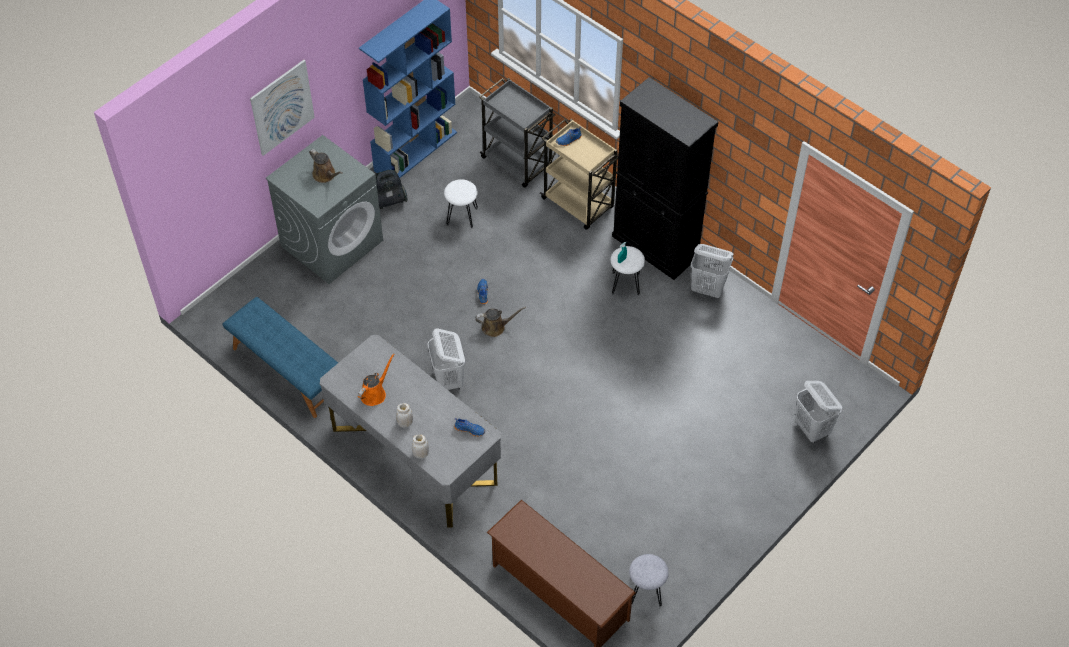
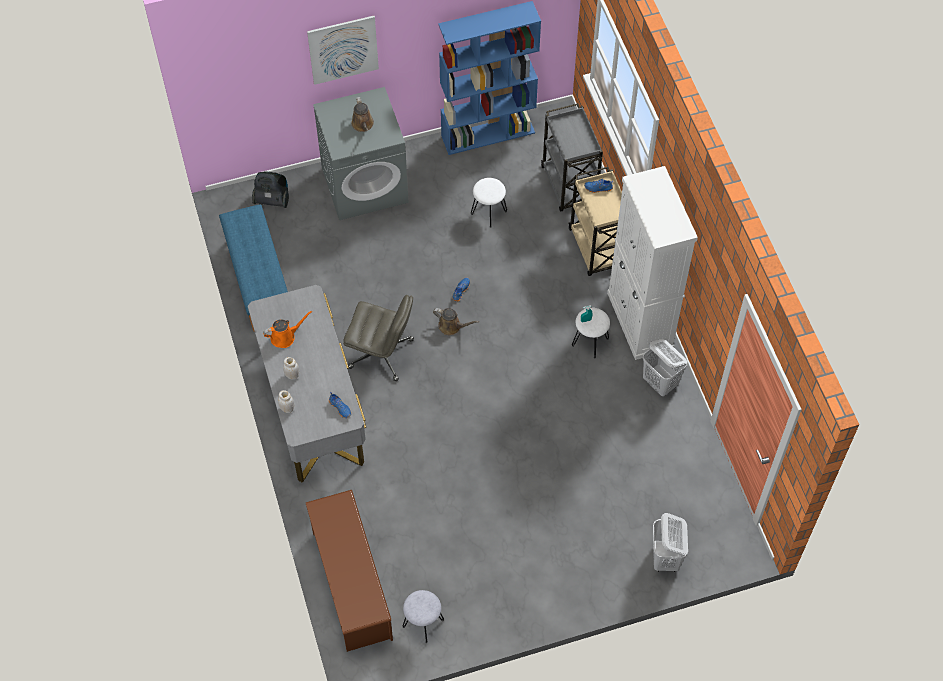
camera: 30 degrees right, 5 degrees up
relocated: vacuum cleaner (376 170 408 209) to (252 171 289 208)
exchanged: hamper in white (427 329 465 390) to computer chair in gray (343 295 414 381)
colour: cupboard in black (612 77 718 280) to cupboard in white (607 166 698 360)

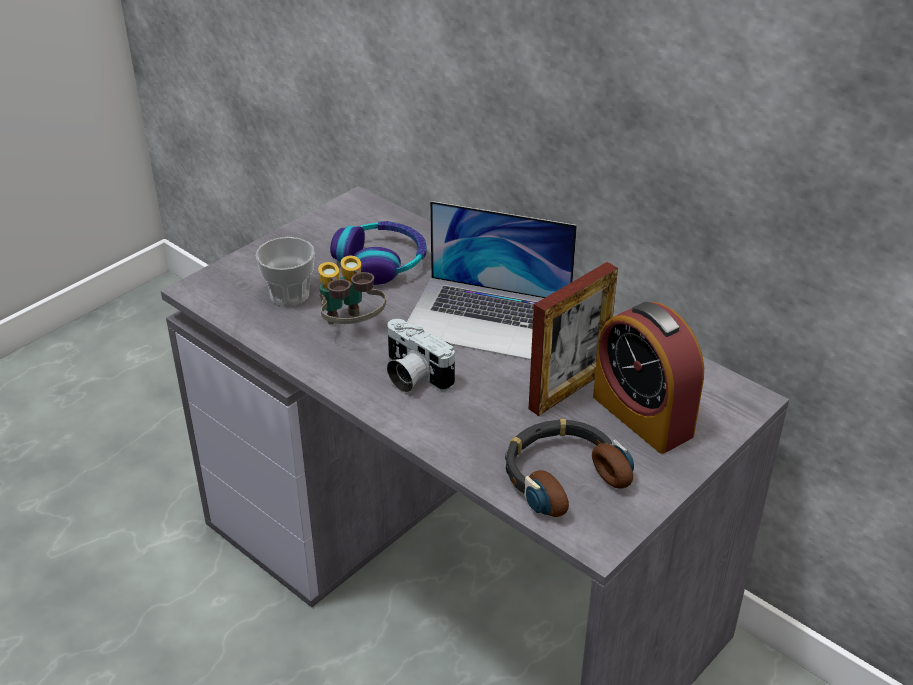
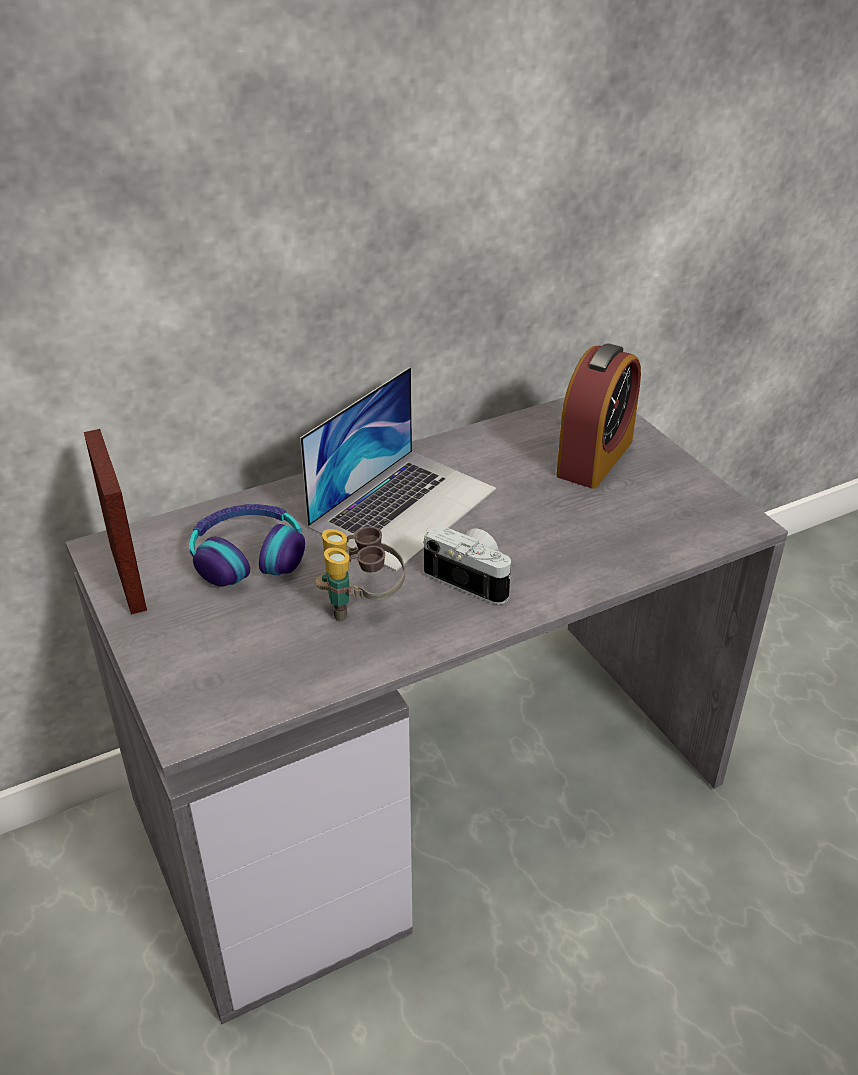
camera: 70 degrees left, 0 degrees up
missing: cup (256 237 315 306); headset (505 419 634 517)
relocated: standing frame (529 262 618 416) to (84 429 147 615)
spun: alarm clock (593 302 704 454) = (556 343 641 489) 45 degrees counterclockwise; photo camera (387 319 455 393) = (423 524 512 605) 120 degrees counterclockwise

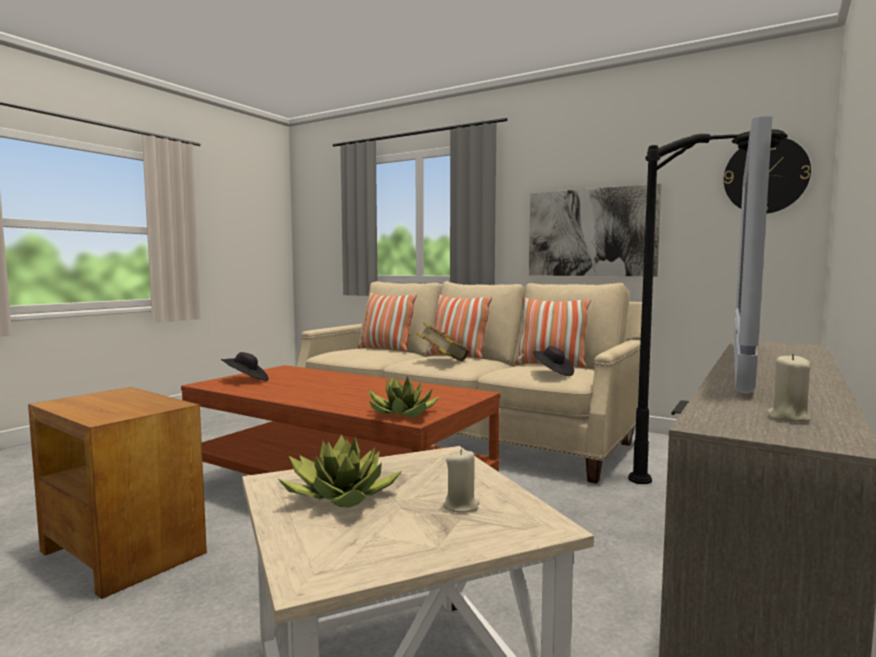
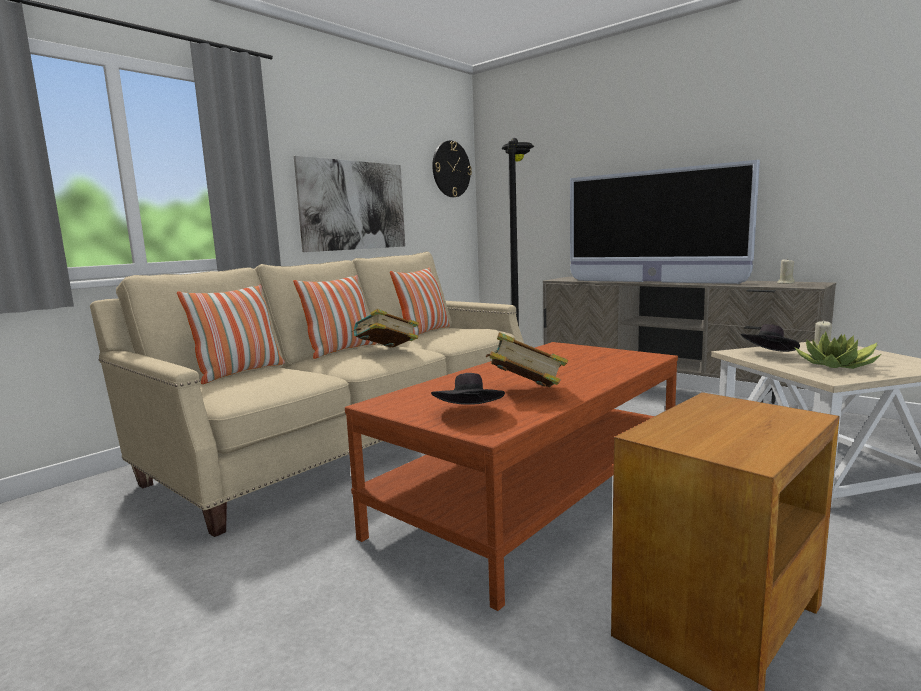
camera: 80 degrees left, 5 degrees up
missing: potted plant (368 376 439 418)
appeared: book (486 332 568 387)
relocated: clothing hat in black (533 346 574 376) to (741 324 800 352)

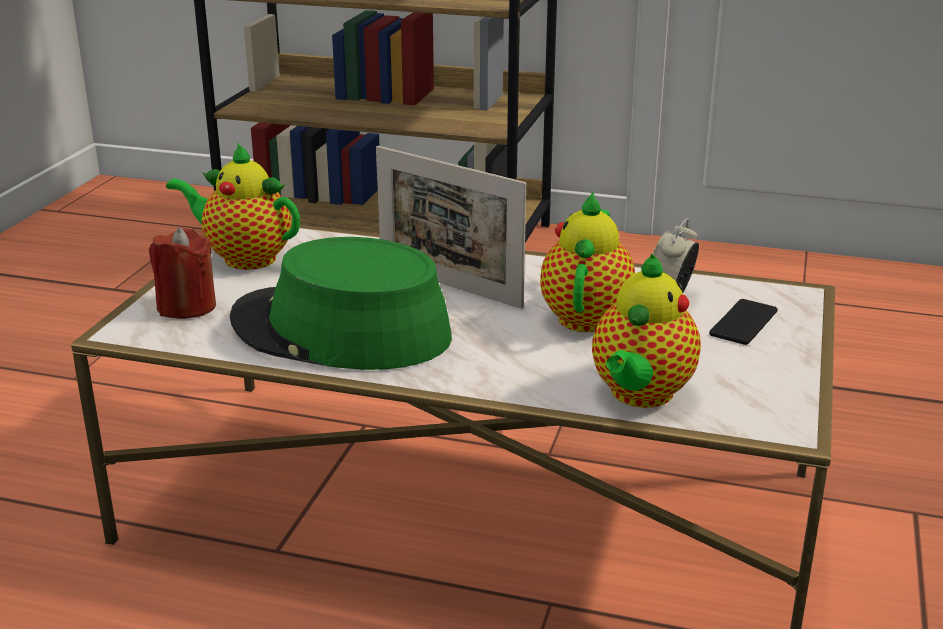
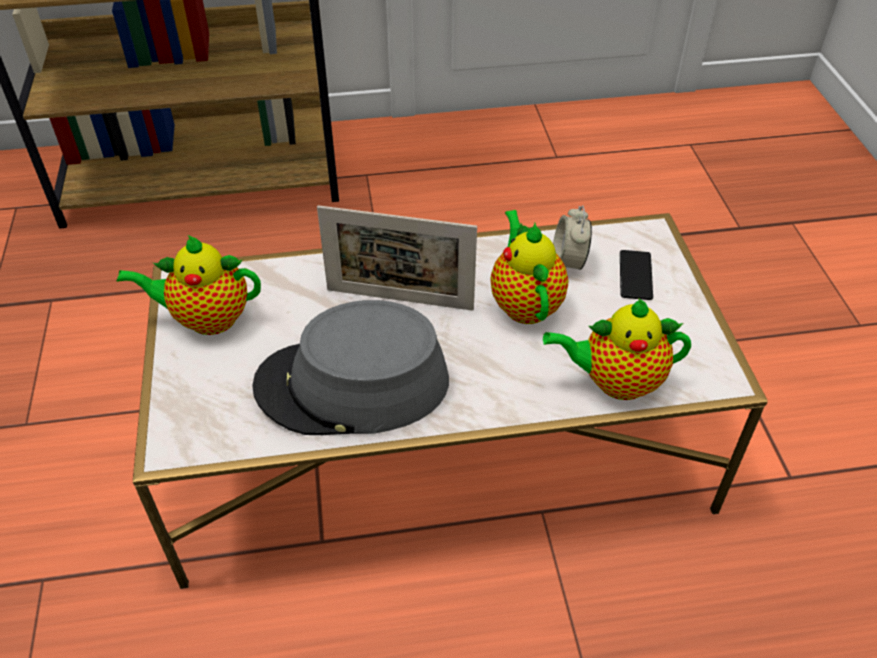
camera: 25 degrees left, 20 degrees up
missing: wax light in red-coloured (149 227 216 319)
colour: clothing hat in greenish (230 237 452 370) to clothing hat in gray (252 300 449 435)
spun: pot for tea (592 253 701 408) = (543 298 691 400) 90 degrees clockwise

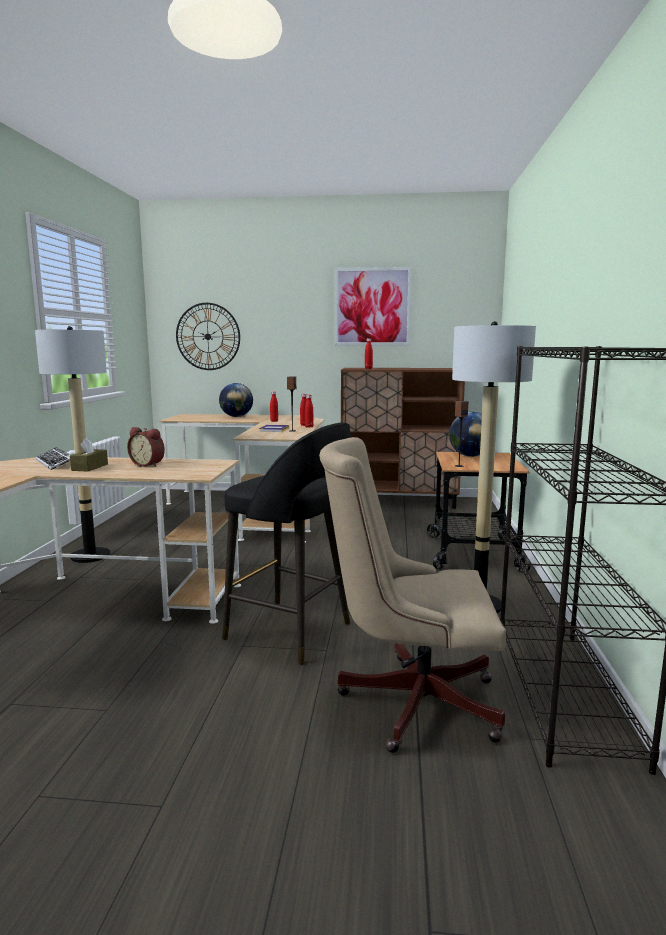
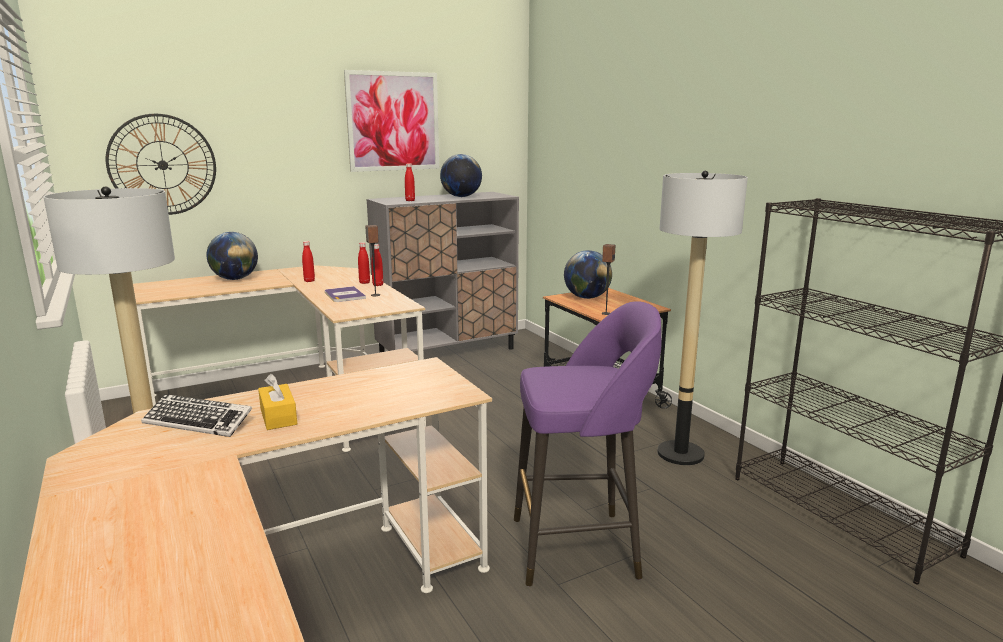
camera: 35 degrees left, 5 degrees up
missing: alarm clock (127 427 165 467); computer chair in beige-coloured (319 437 506 753)
appeared: world globe (440 154 482 197)
colour: cupboard in brown (341 368 465 509) to cupboard in gray (367 192 519 353); sitting stool in black (222 422 351 665) to sitting stool in purple-coloured (514 301 662 586); tissue holder in brown (70 438 108 472) to tissue holder in yellowish (258 374 297 430)

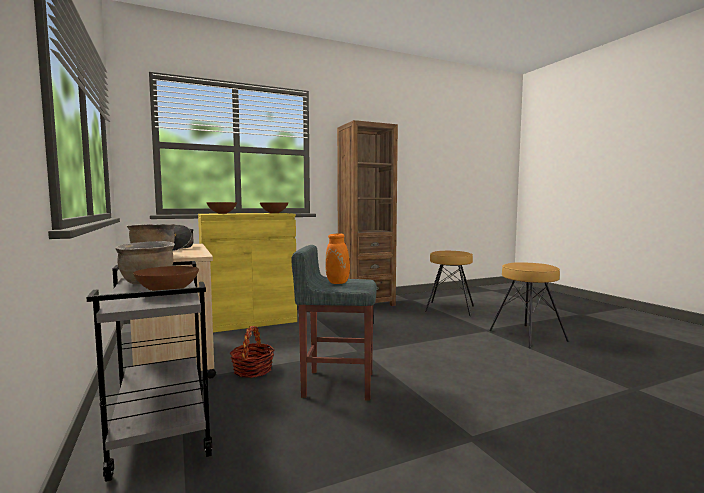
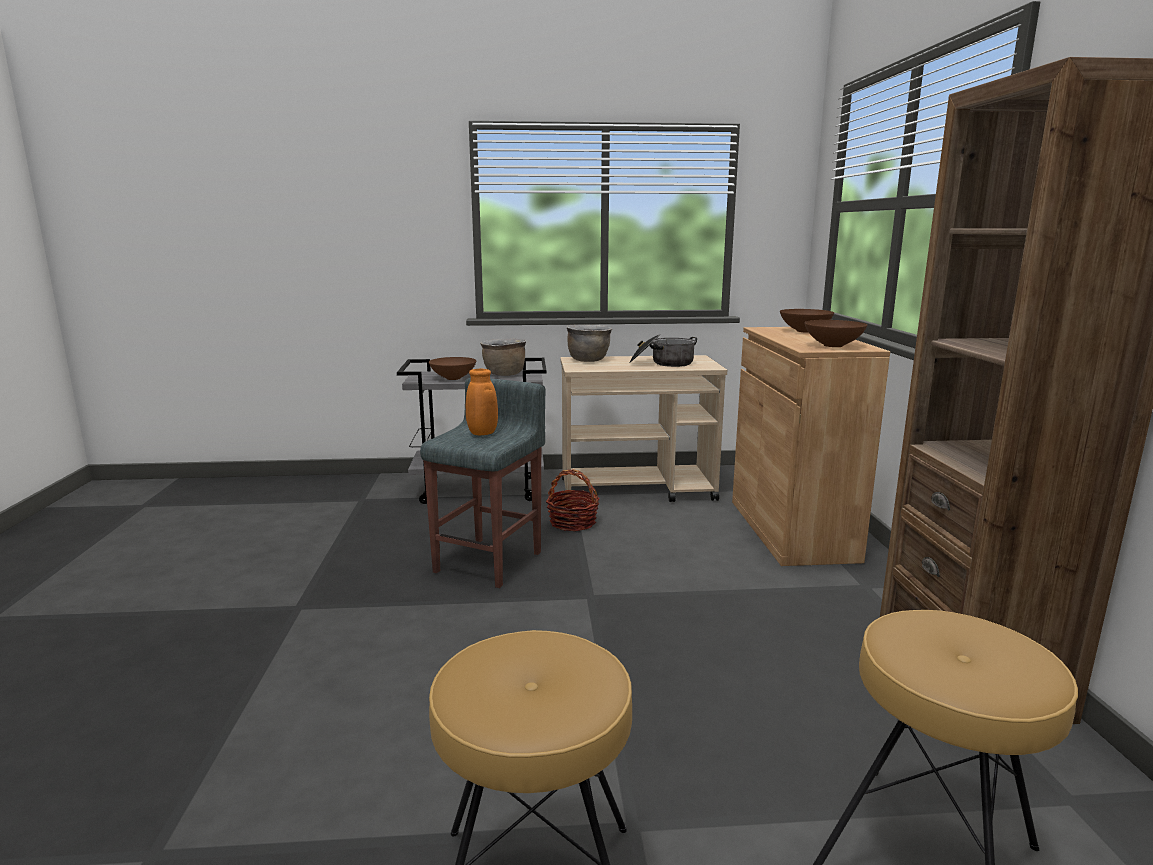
camera: 110 degrees right, 10 degrees up
colour: cupboard in yellowish (198 213 297 332) to cupboard in brown (732 327 890 566)

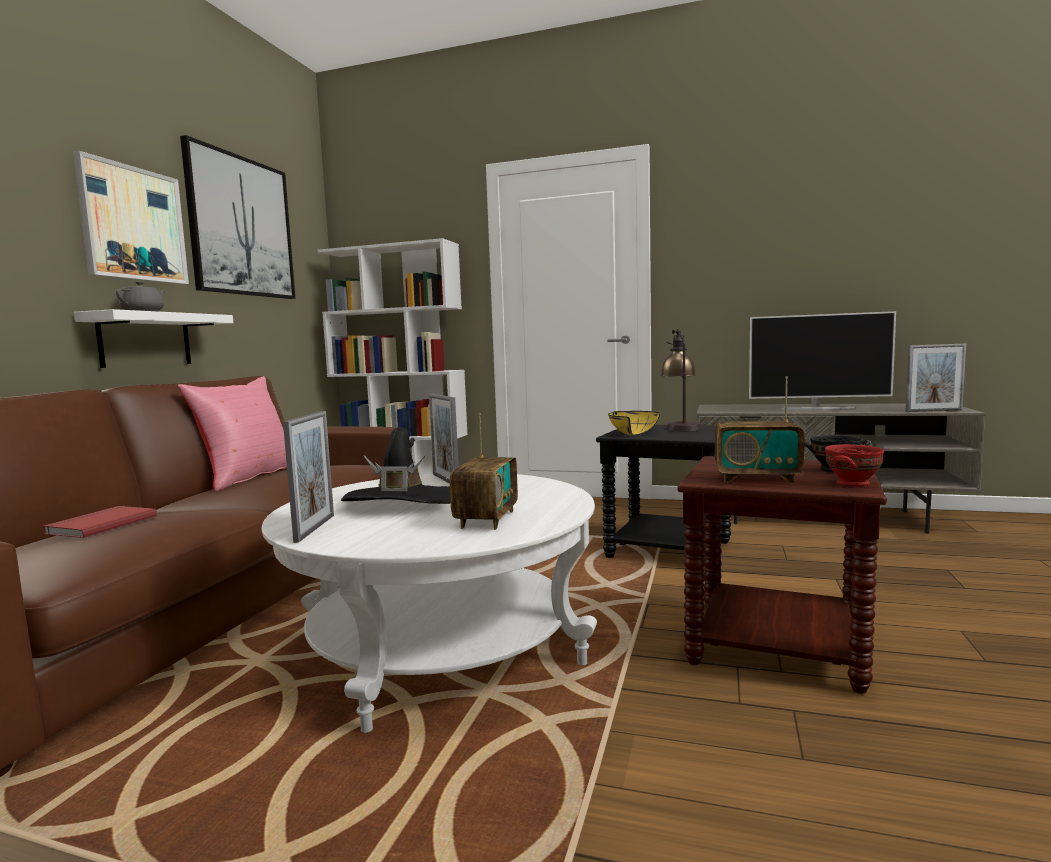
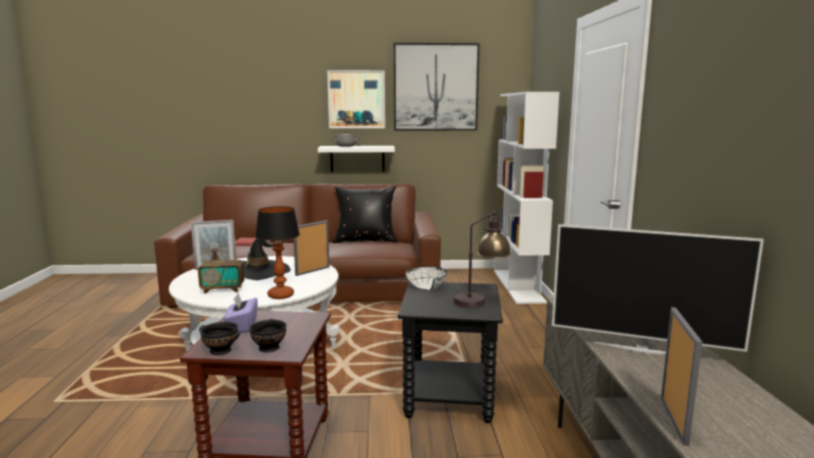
camera: 70 degrees right, 5 degrees up
appeared: table lamp (255 206 300 299)
exchanged: radio receiver (715 376 805 484) to tissue holder in purple-coloured (224 293 258 333)
colour: pillow in pink-coloured (178 376 287 491) to pillow in black (332 186 398 243); serving bowl in yellowish (608 411 660 435) to serving bowl in white (405 266 447 291); serving bowl in red-coloured (825 444 884 487) to serving bowl in black (199 322 240 355)
spun: TV set (749 311 896 409) = (552 224 764 355) 60 degrees counterclockwise; standing frame (906 344 966 412) = (661 307 702 446) 150 degrees counterclockwise

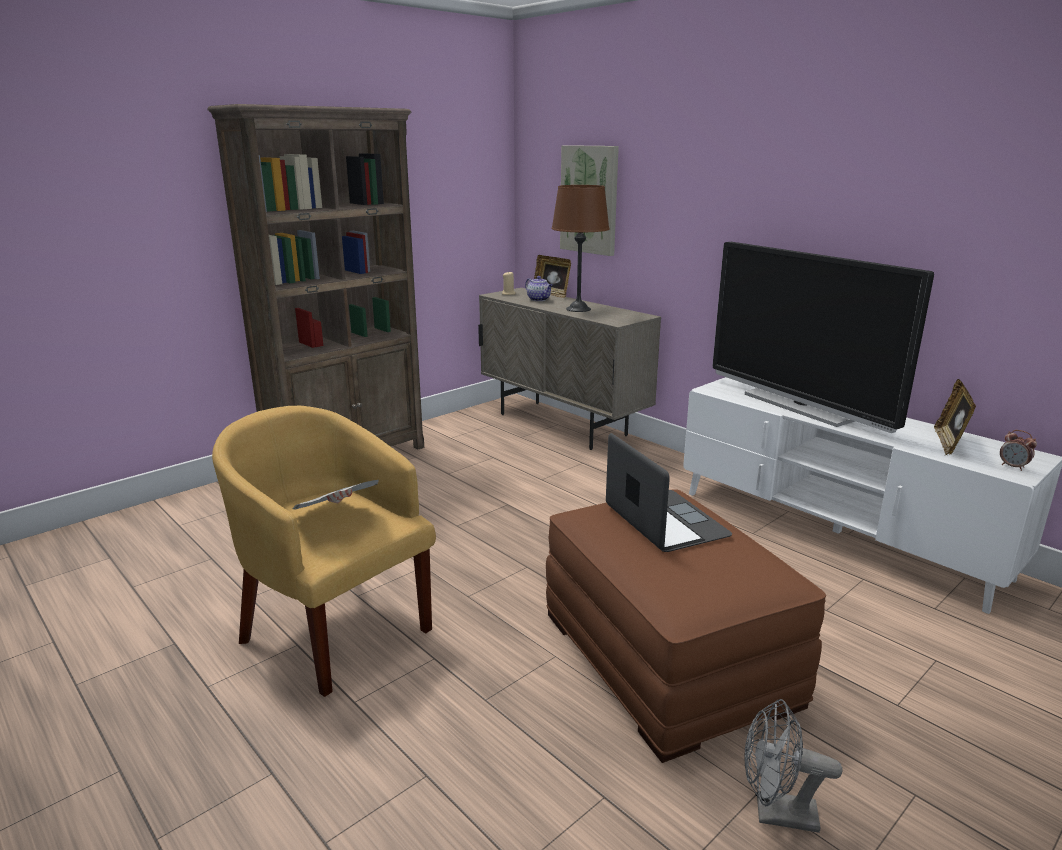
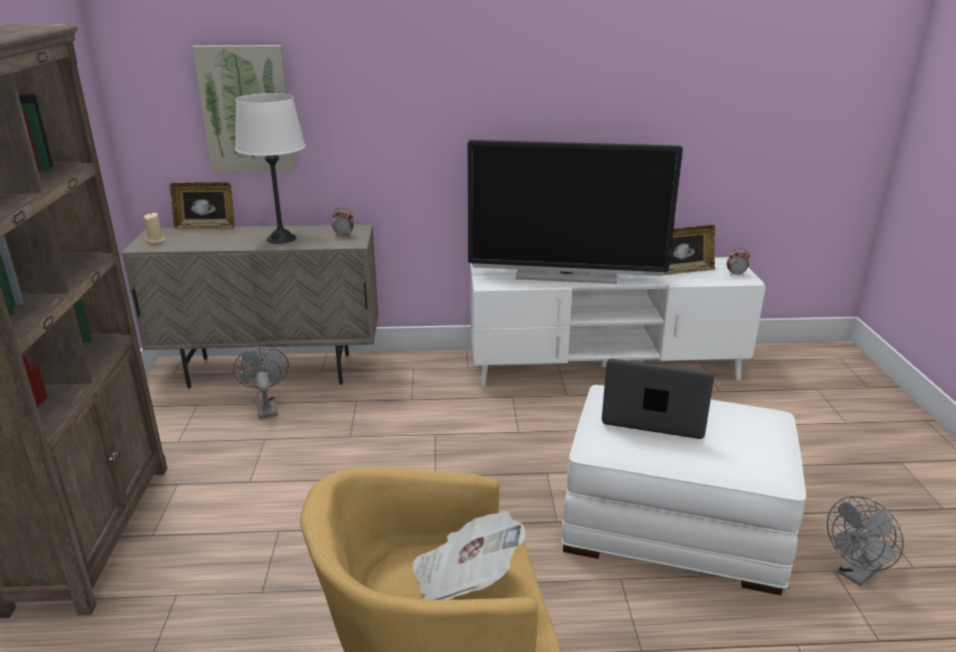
camera: 50 degrees left, 5 degrees up
missing: pot for tea (525 276 553 301)
appeared: alarm clock (332 208 354 237); electric fan in gray (233 346 289 419)
colour: table lamp in brown (552 185 609 312) to table lamp in white (235 93 305 244); ottoman in brown (546 489 826 763) to ottoman in white (562 385 806 595)
spun: standing frame (934 379 976 455) = (664 225 715 275) 75 degrees counterclockwise

